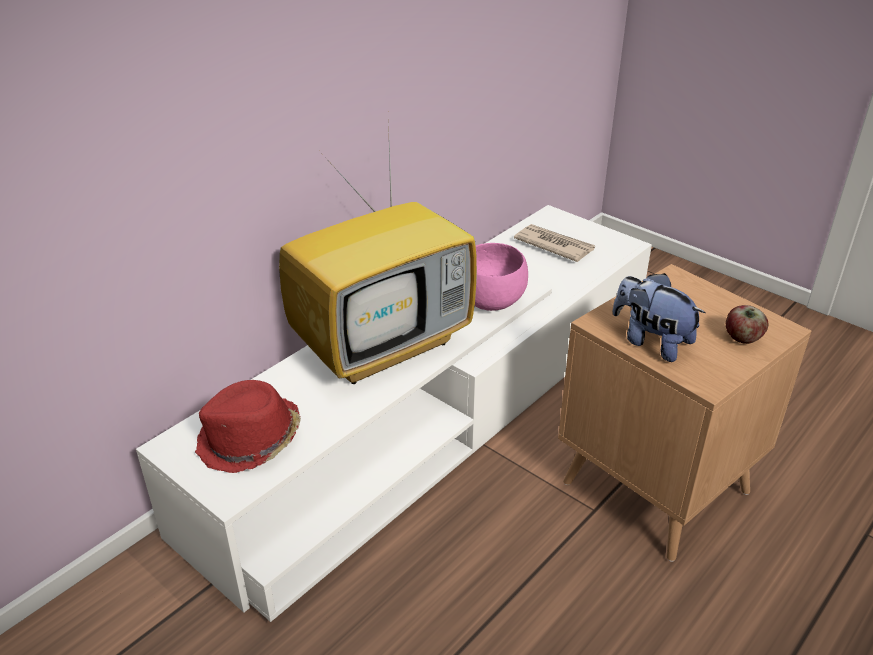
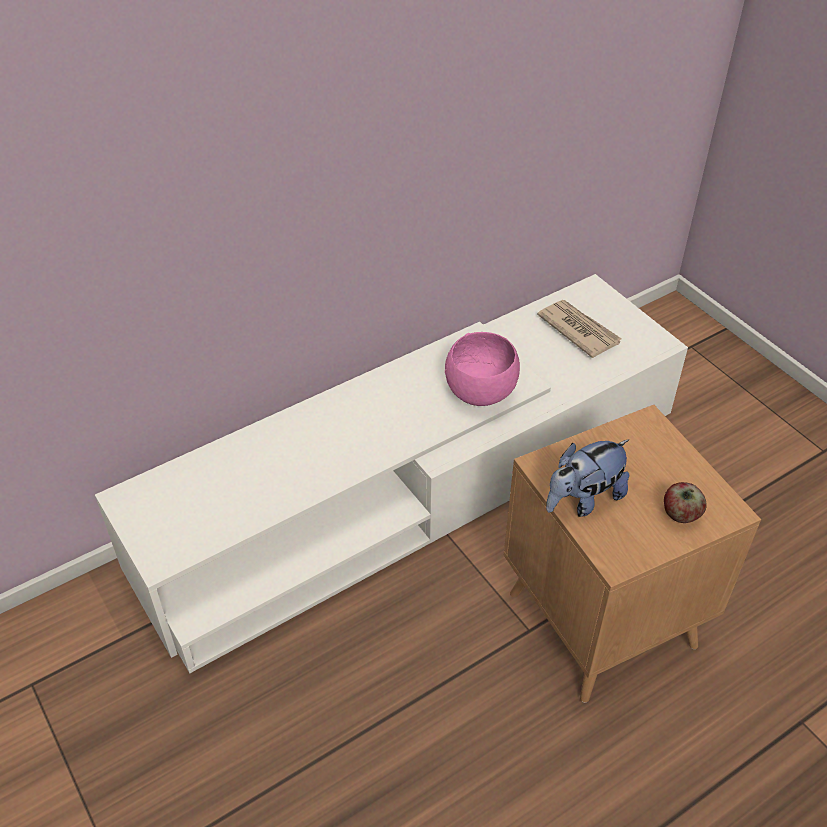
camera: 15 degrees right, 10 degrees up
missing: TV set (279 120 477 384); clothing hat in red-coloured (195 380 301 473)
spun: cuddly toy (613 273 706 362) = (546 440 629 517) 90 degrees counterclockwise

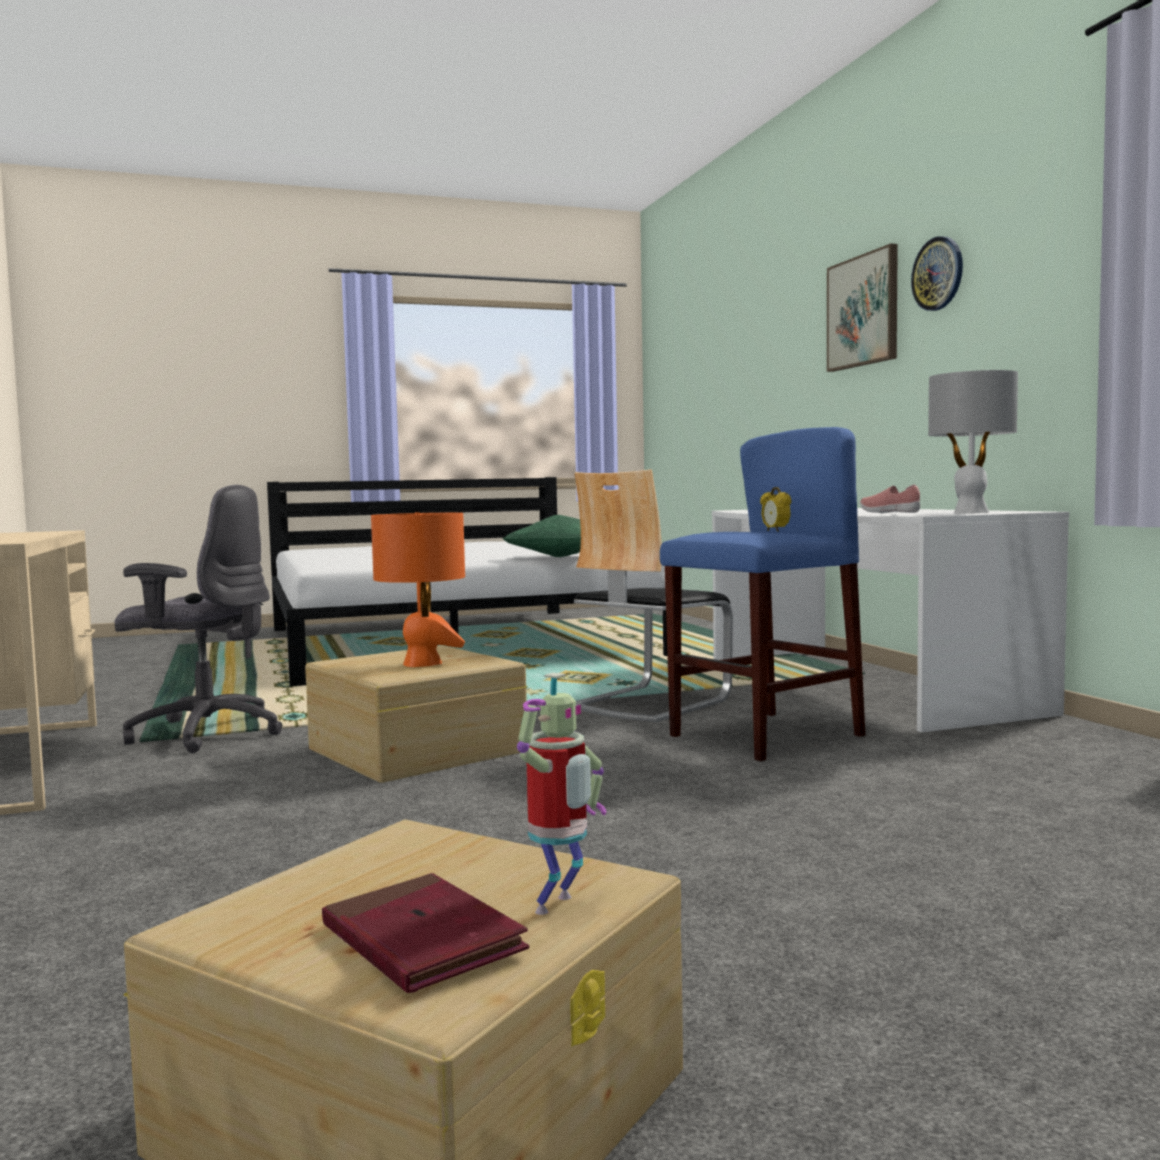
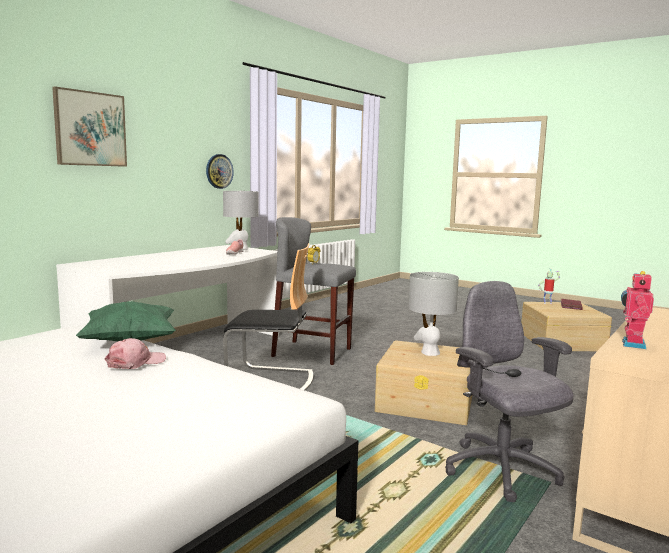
camera: 125 degrees left, 5 degrees up
appeared: robot figure (621 271 654 349); cap in pink-coloured (104 338 166 369)
relocated: clock on the wall (911 236 963 311) to (206 154 234 189)
colour: sitting stool in bluish (660 427 865 761) to sitting stool in gray (271 217 356 365); table lamp in orangey (371 512 465 667) to table lamp in gray (408 272 459 356)

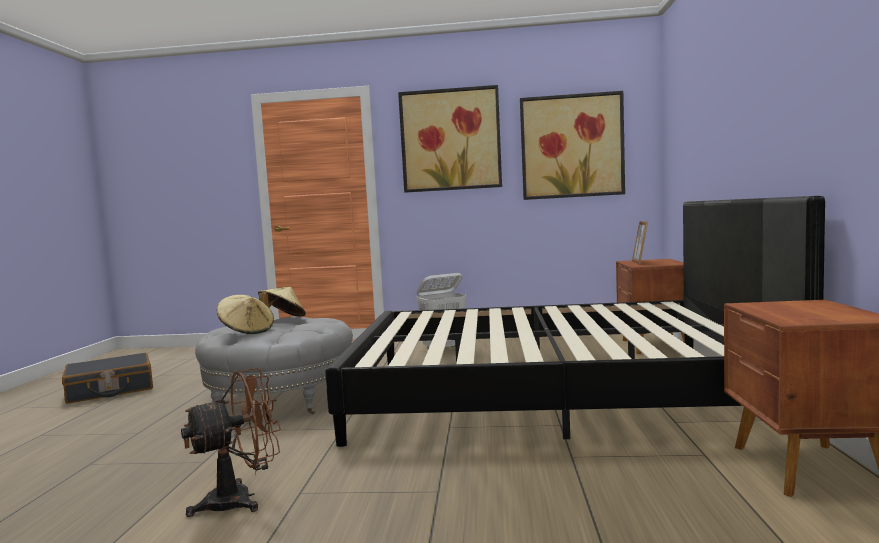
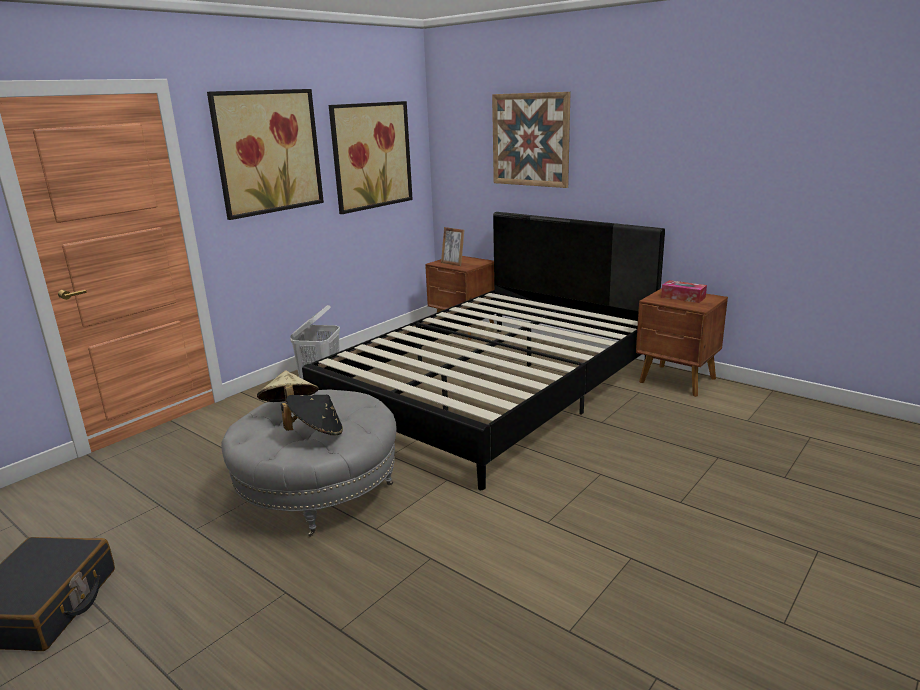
camera: 55 degrees left, 15 degrees up
missing: electric fan in brown (181 368 281 517)
appeared: wall picture (492 92 570 188); tissue holder (661 280 707 303)
colour: clothing hat in beige-coloured (217 295 274 334) to clothing hat in black (281 395 343 435)

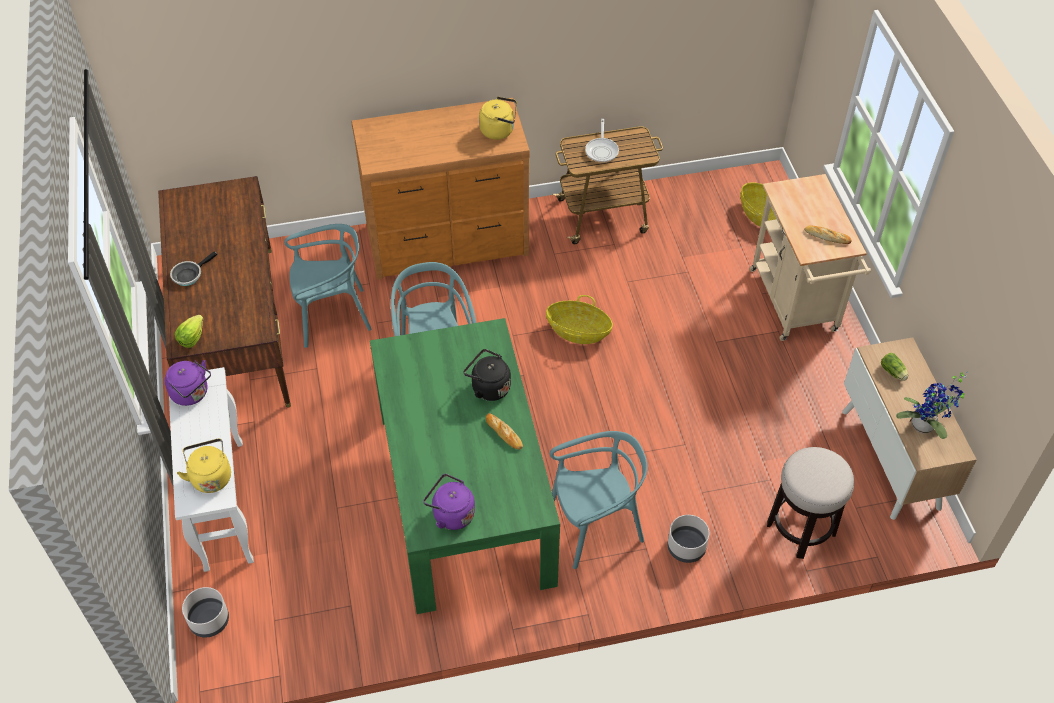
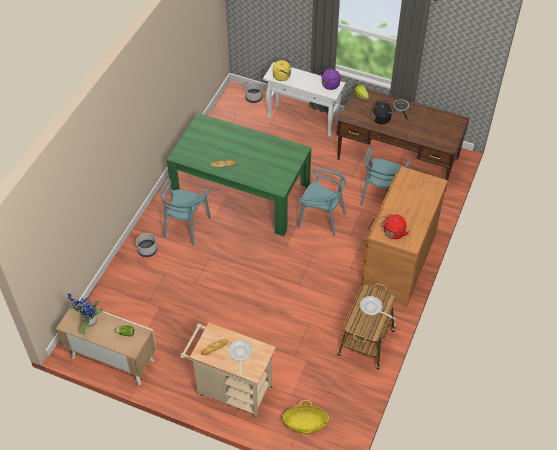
camera: 125 degrees right, 0 degrees up
missing: storage basket (546 295 613 344); sitting stool (767 447 854 559); kettle in purple-coloured (423 474 475 530)
appeared: pan (228 340 252 376)
relocated: kettle in black (463 349 511 401) to (372 100 396 124)
colour: kettle in yellowish (479 96 517 140) to kettle in red-coloured (381 214 409 239)

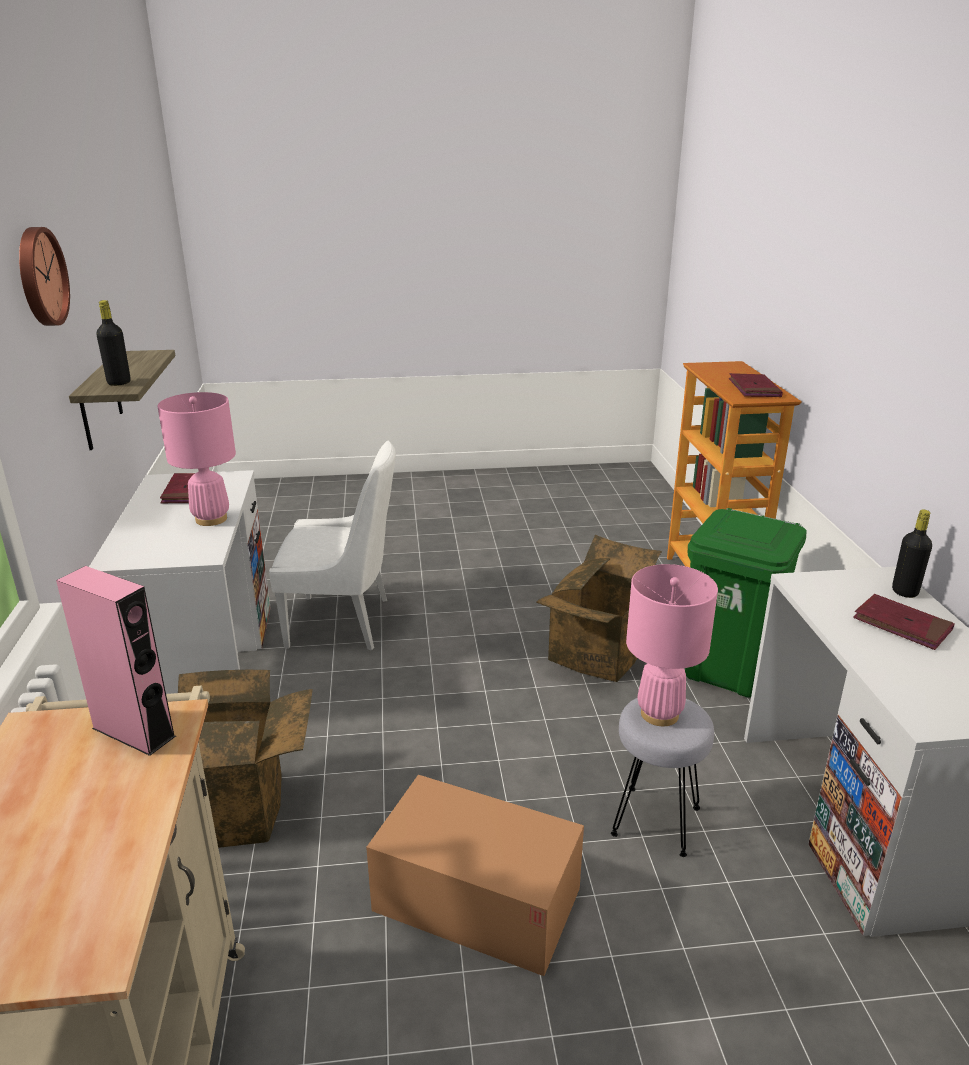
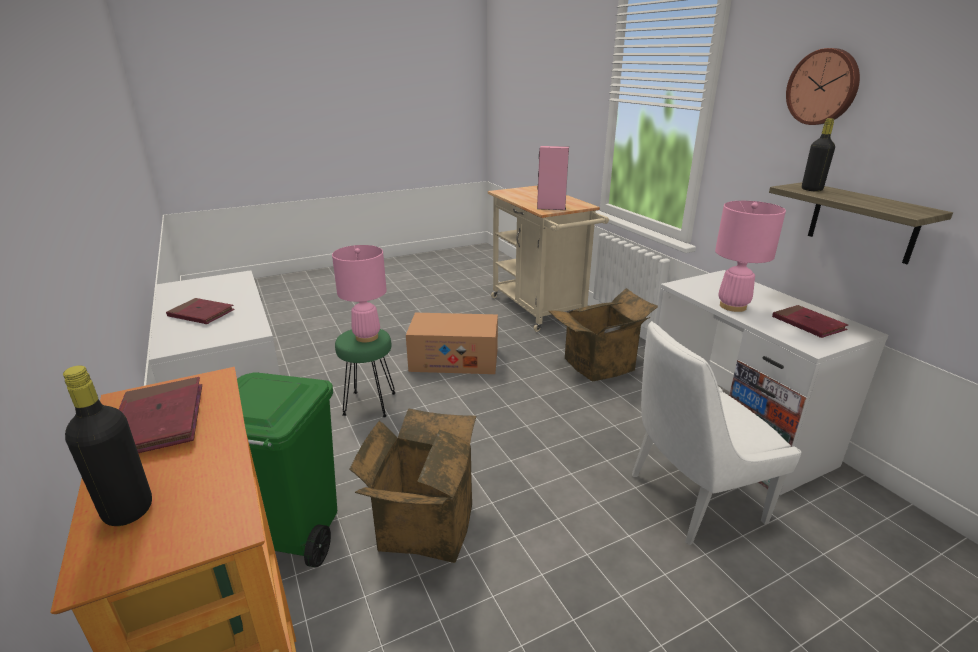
camera: 160 degrees right, 0 degrees up
relocated: bottle in black (892 509 932 598) to (63 365 152 526)
colour: sitting stool in gray (611 698 714 857) to sitting stool in greenish (335 329 396 418)

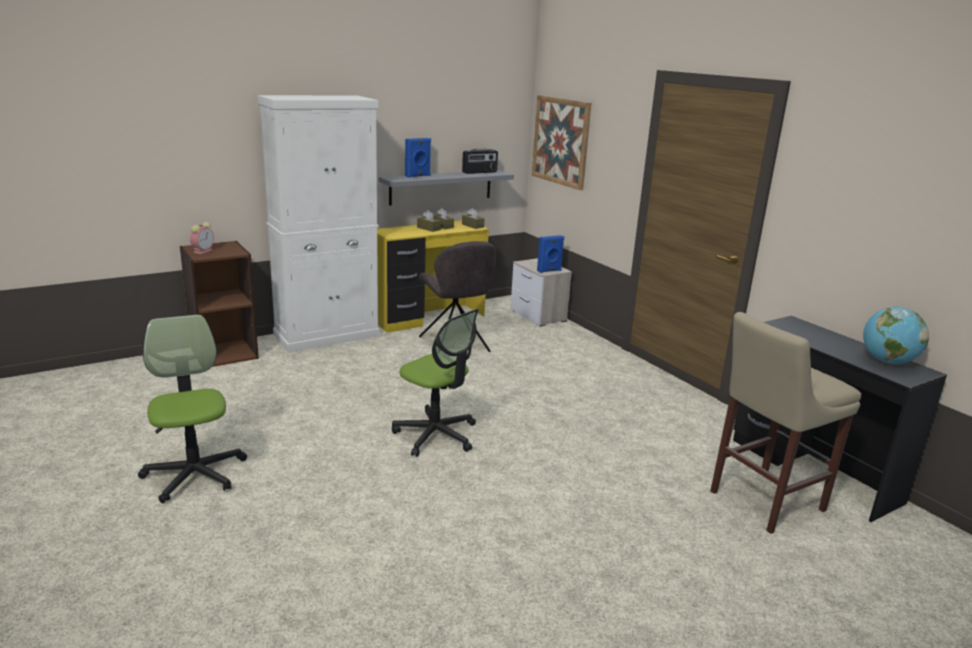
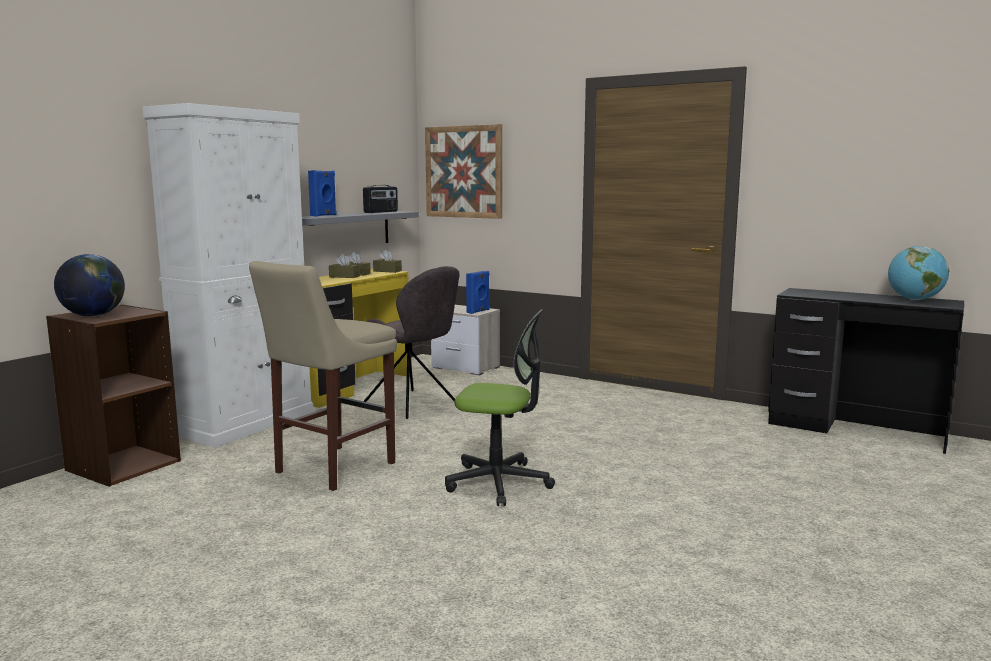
camera: 25 degrees left, 10 degrees down
missing: computer chair (138 315 247 503)
relocated: sitting stool in beige-coloured (710 312 861 534) to (249 261 397 491)
exchanged: alarm clock (190 222 214 254) to world globe (54 254 125 316)

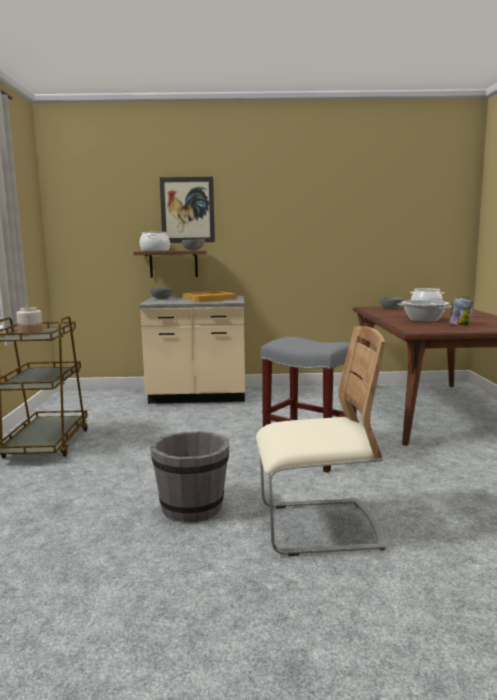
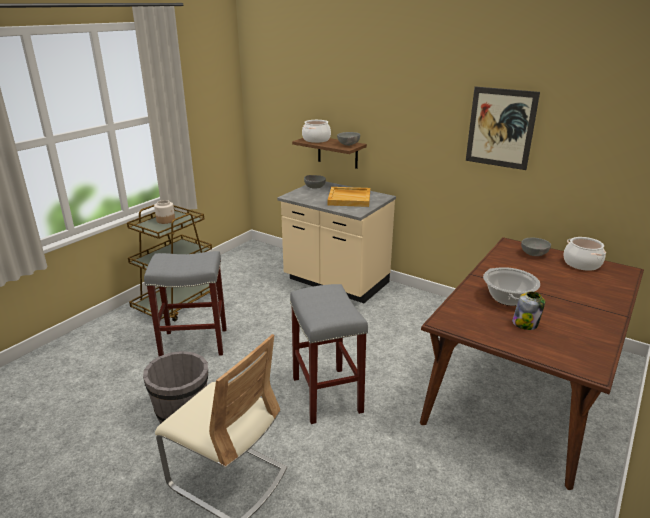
camera: 35 degrees right, 15 degrees up
appeared: sitting stool in gray (144 251 227 356)
relocated: wall picture (159 177 215 243) to (466 86 540 170)

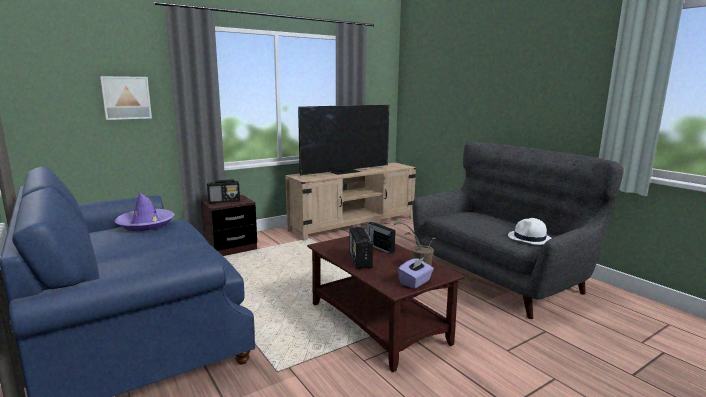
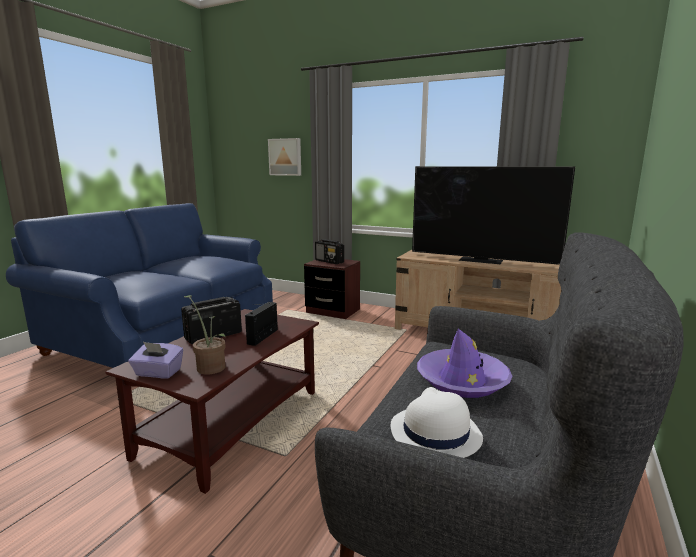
camera: 60 degrees right, 0 degrees up
relocated: clothing hat in purple-coloured (115 193 175 231) to (417 329 512 398)

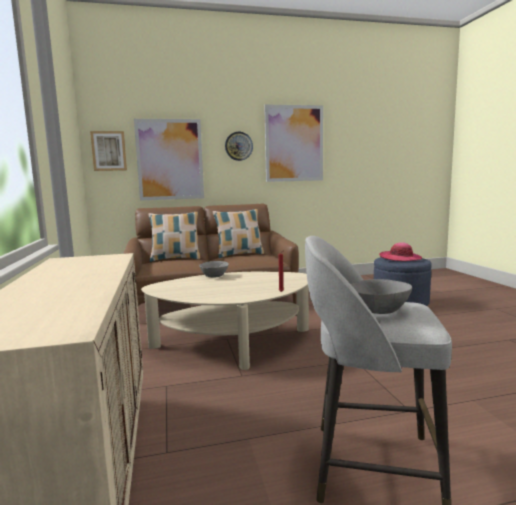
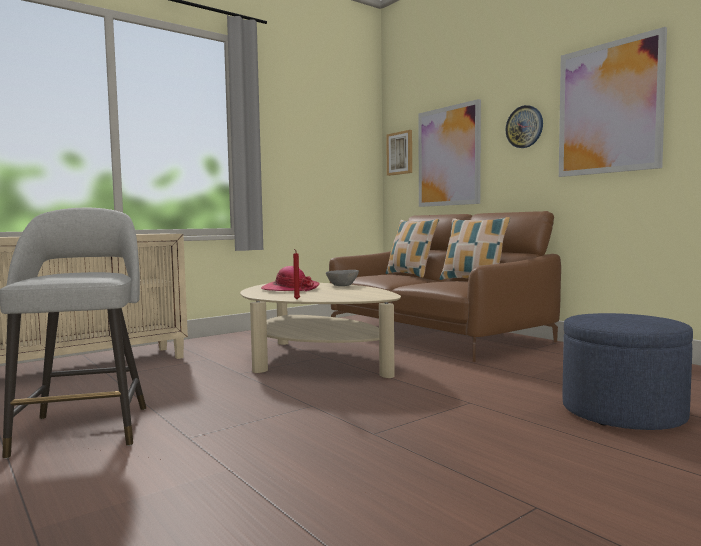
camera: 65 degrees right, 5 degrees down
missing: serving bowl in gray (351 279 412 314)
relocated: clothing hat (379 242 422 261) to (261 266 320 291)

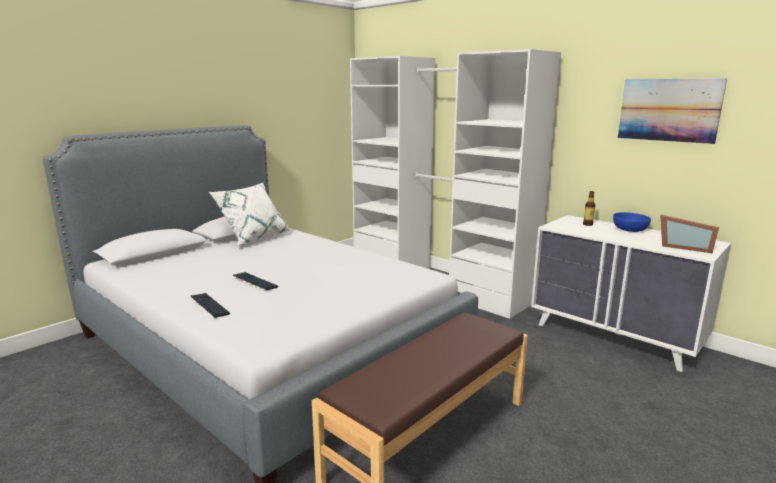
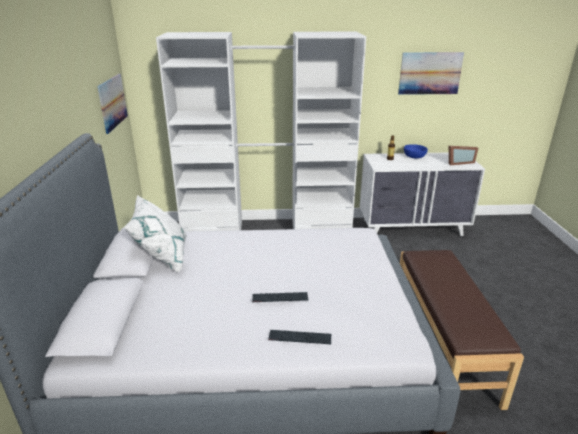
camera: 45 degrees left, 10 degrees up
appeared: wall picture (97 74 128 134)

